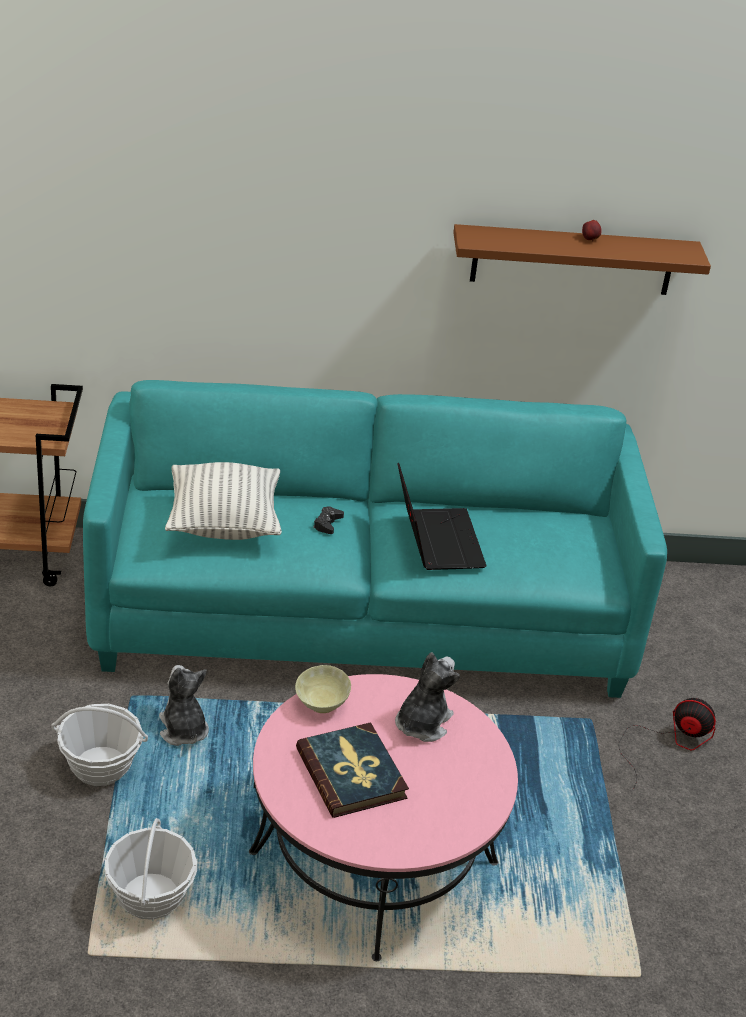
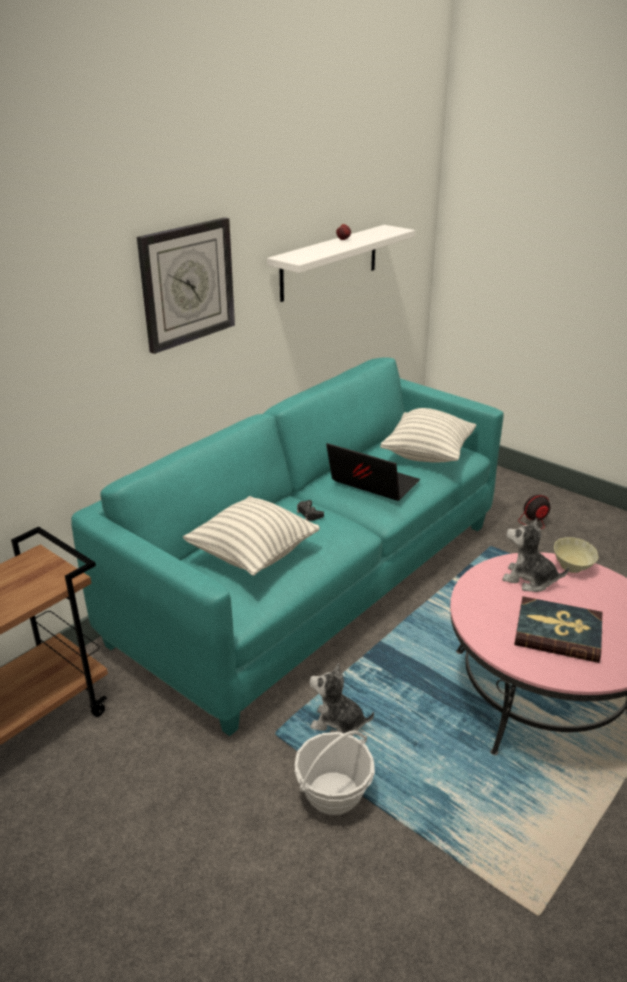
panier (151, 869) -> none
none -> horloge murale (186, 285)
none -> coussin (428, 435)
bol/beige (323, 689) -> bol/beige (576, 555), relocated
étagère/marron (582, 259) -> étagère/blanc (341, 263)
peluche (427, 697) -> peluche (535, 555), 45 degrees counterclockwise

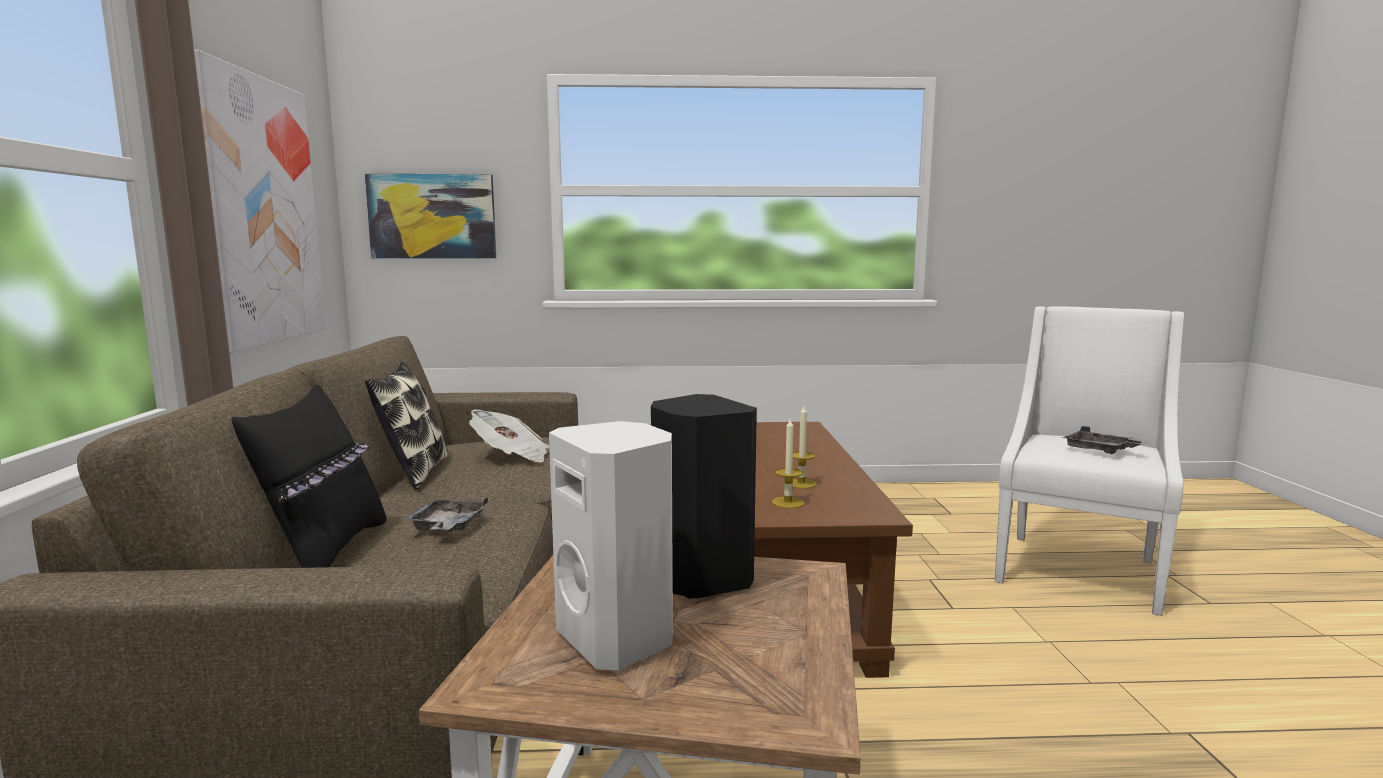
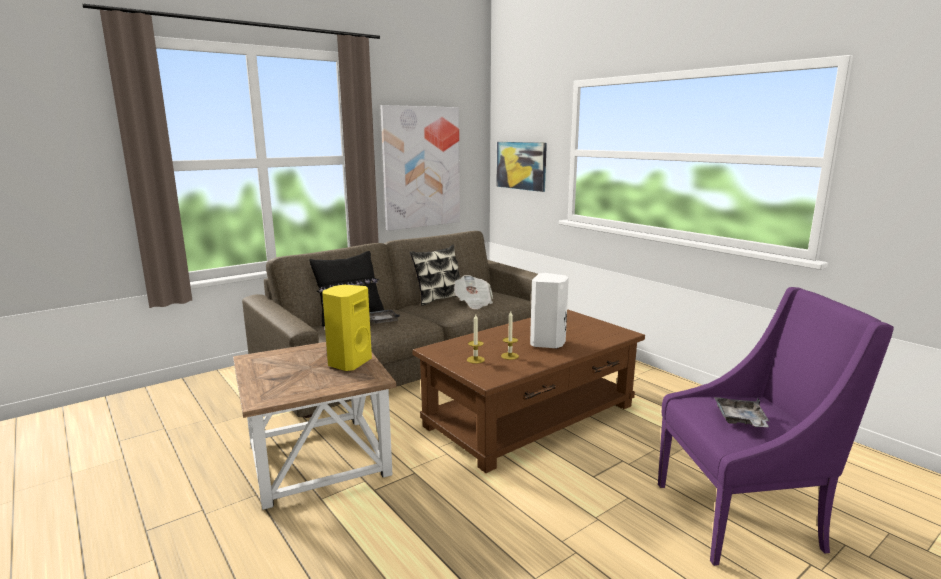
enceinte/blanc (611, 545) -> enceinte/blanc (549, 311), relocated
enceinte/noir (704, 496) -> enceinte/jaune (347, 328)
fauteuil/blanc (1089, 461) -> fauteuil/violet (776, 426)

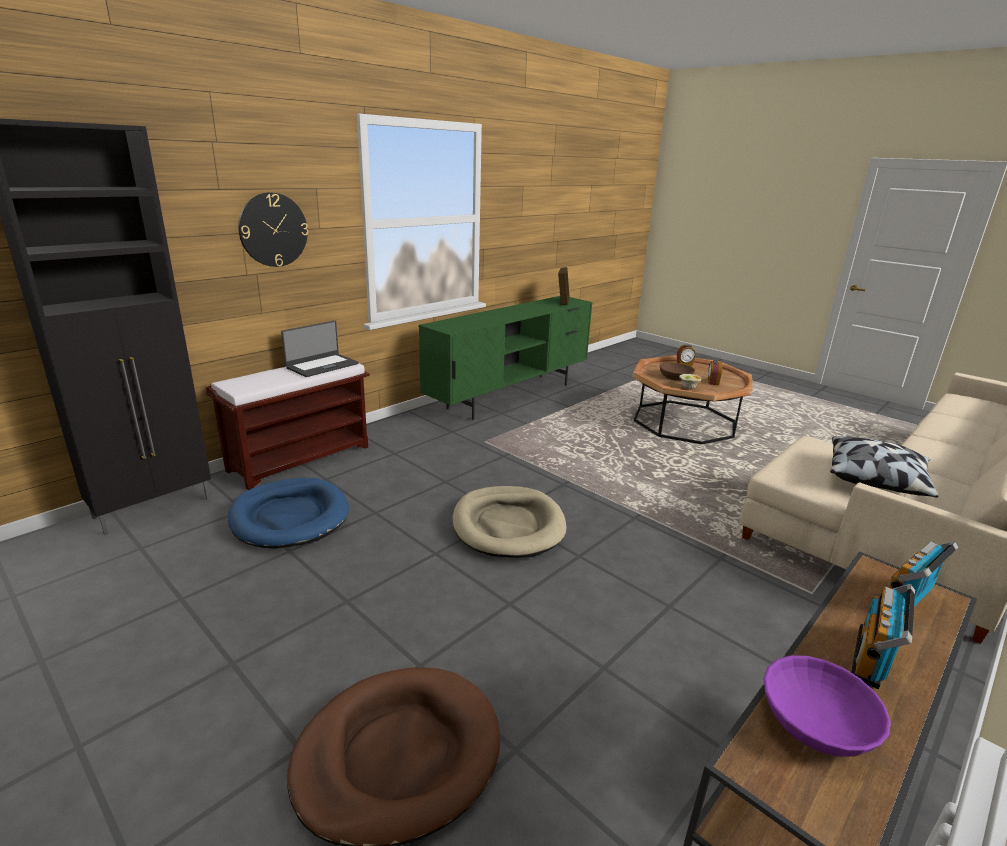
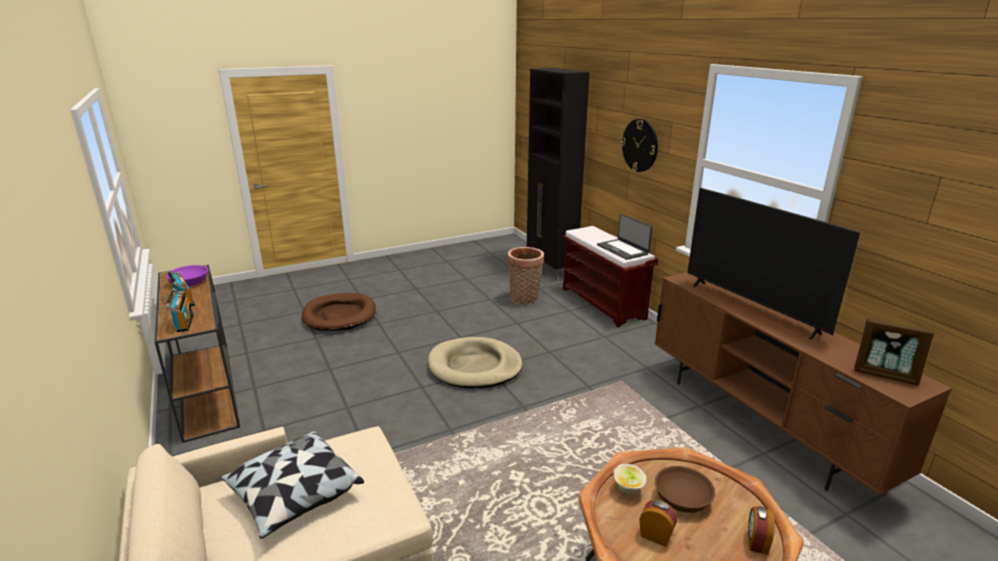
none -> téléviseur (773, 263)
panier pour chien/bleu (288, 513) -> panier (525, 276)
meuble télé/vert (506, 358) -> meuble télé/marron (803, 383)

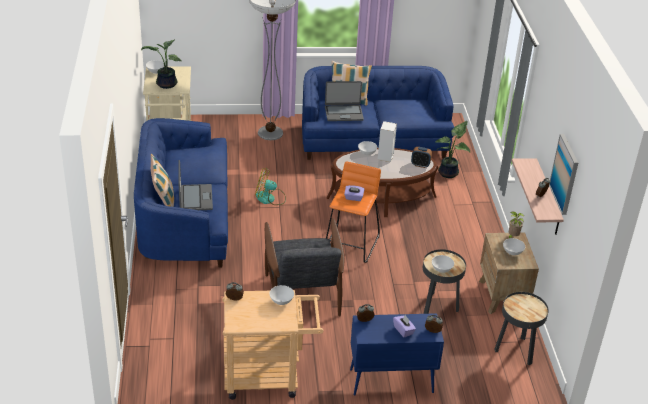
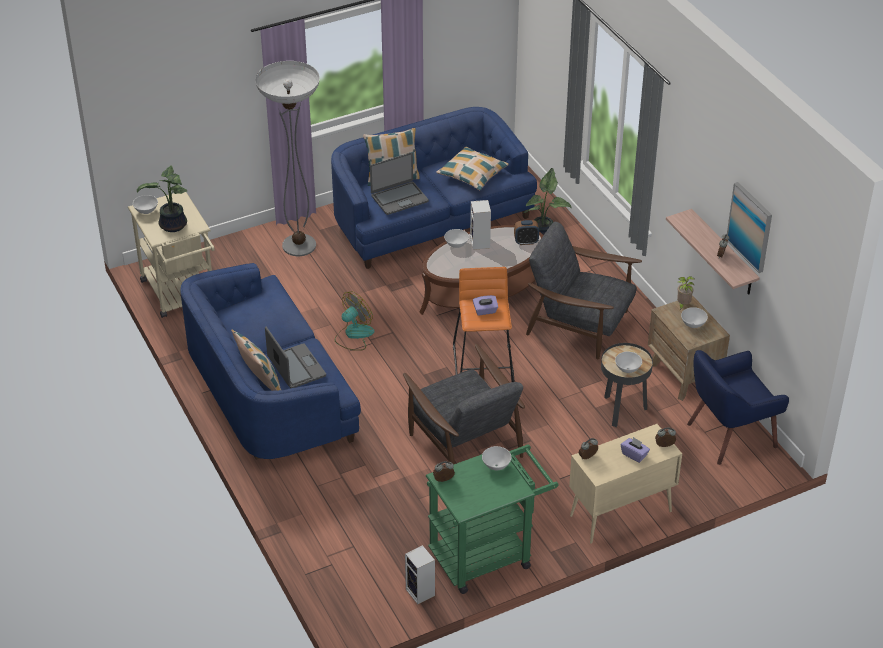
none -> enceinte (420, 574)
none -> coussin (472, 169)
none -> fauteuil/gris (584, 290)
table d'appoint/noir (521, 328) -> fauteuil/bleu (738, 407)
chariot/beige (273, 345) -> chariot/vert (492, 519)
meuble de rangement/bleu (397, 354) -> meuble de rangement/beige (625, 484)
ventilateur (270, 186) -> ventilateur (354, 321), 150 degrees clockwise

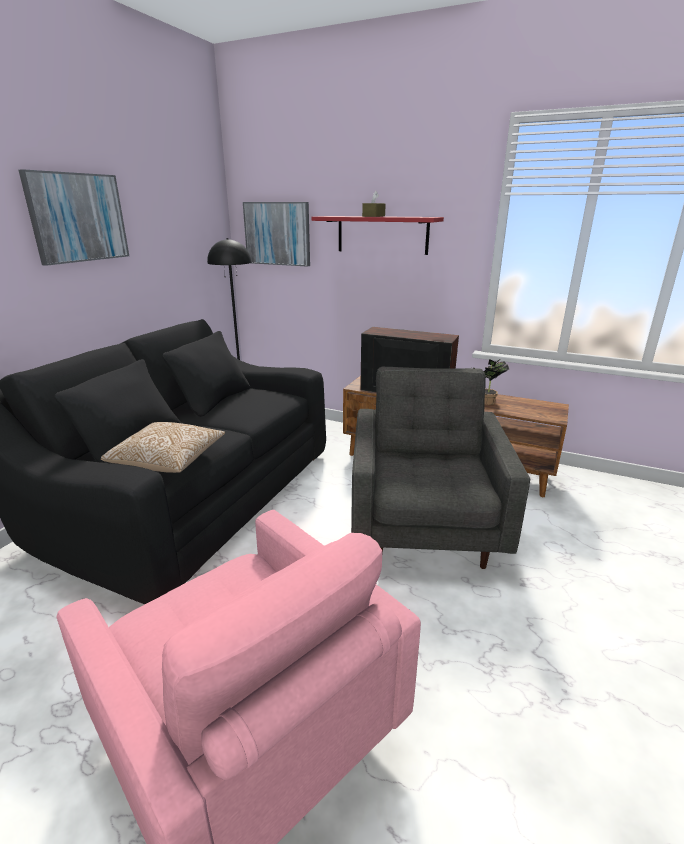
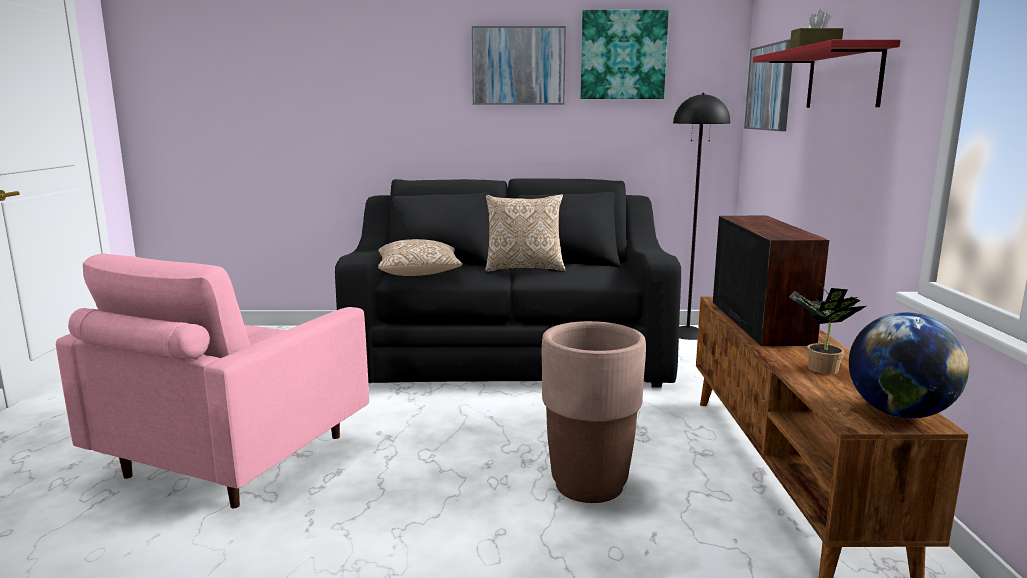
none -> coussin (525, 233)
none -> tableau (624, 54)
none -> globe (909, 365)
fauteuil/gris (440, 468) -> cache-pot/marron (593, 412)

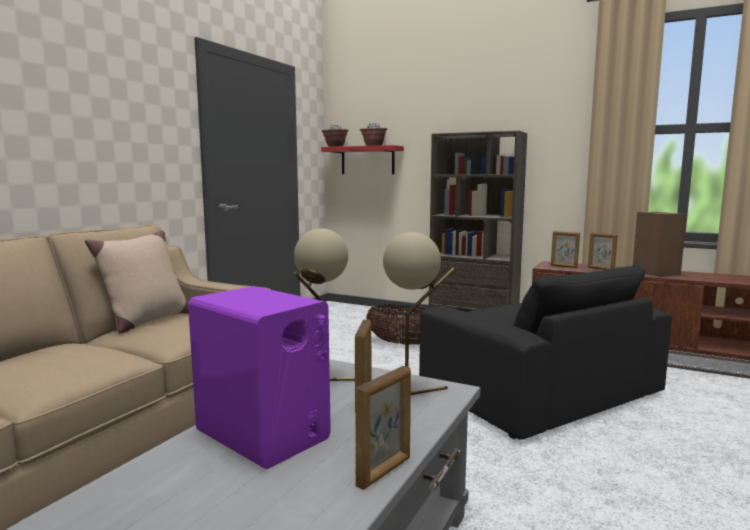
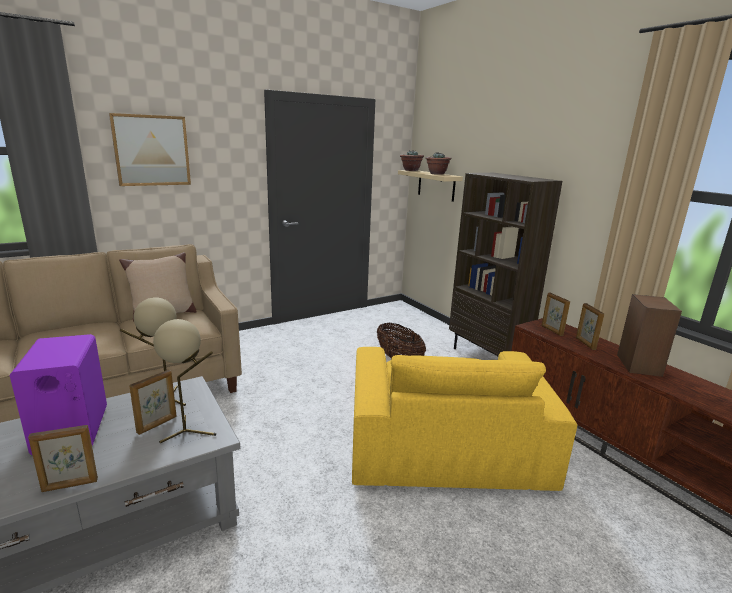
none -> tableau (150, 149)
étagère/rouge (362, 159) -> étagère/beige (430, 186)
fauteuil/noir (545, 352) -> fauteuil/jaune (464, 419)

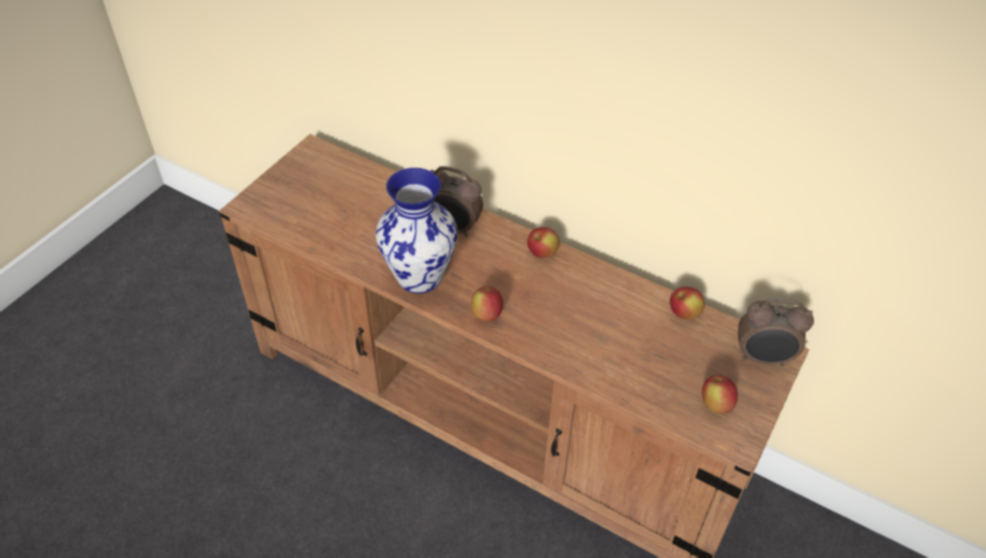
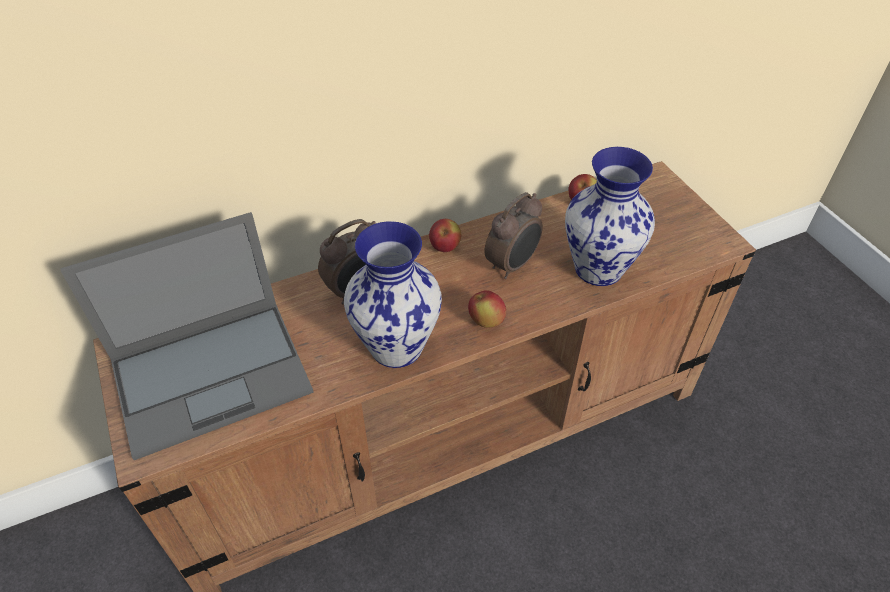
pomme (720, 394) -> none
none -> ordinateur portable (187, 336)
none -> vase (610, 216)
réveil (776, 332) -> réveil (513, 235), relocated

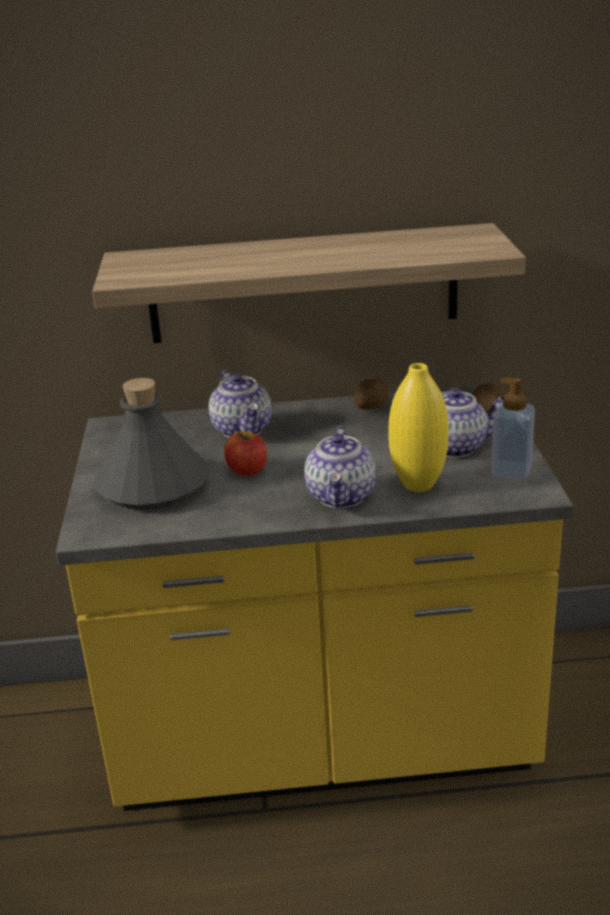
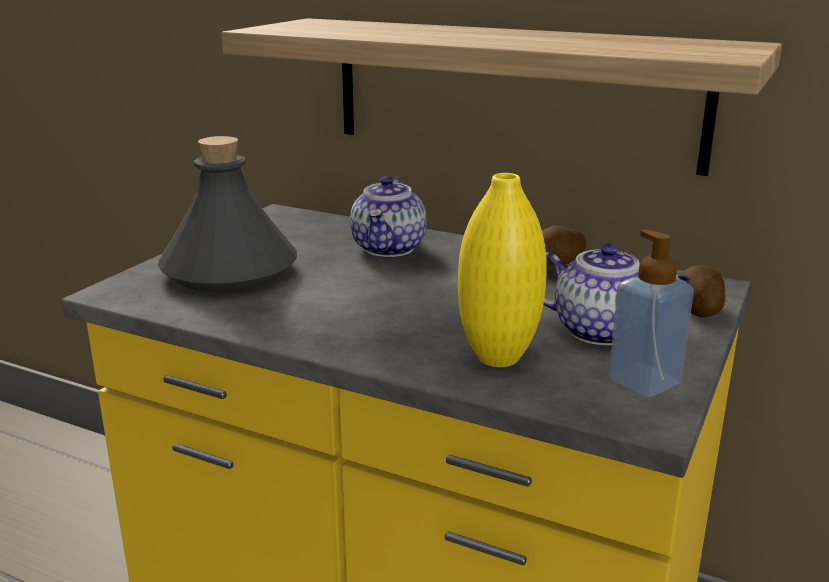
pomme (245, 453) -> none
théière (340, 467) -> none

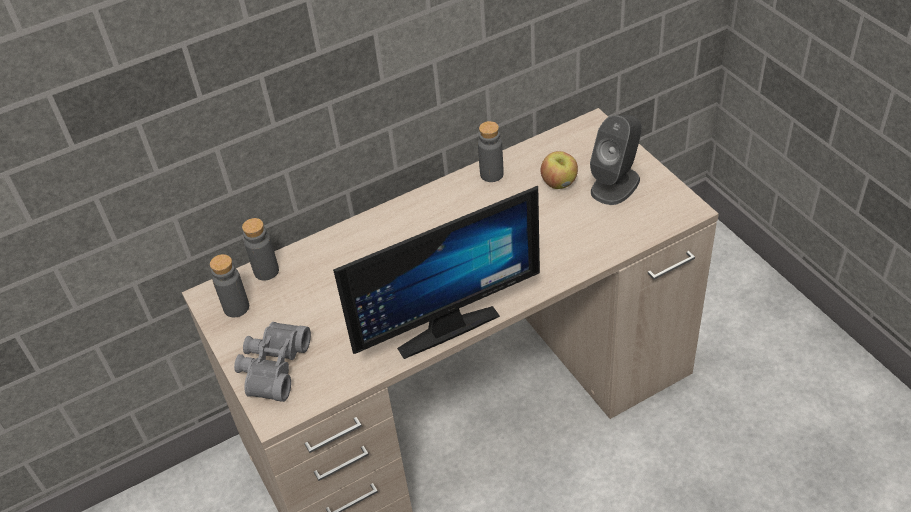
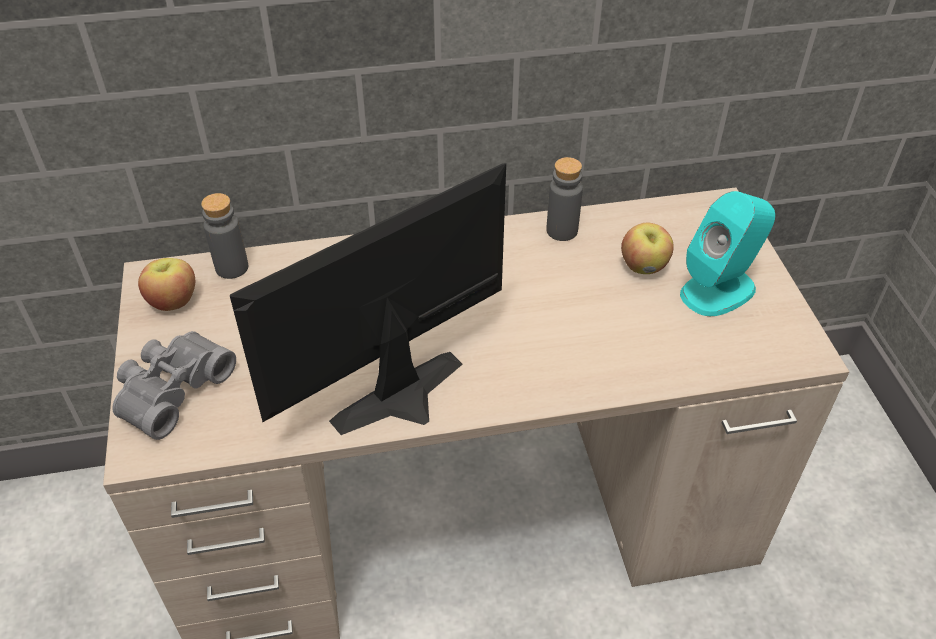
bouteille/gris (229, 286) -> pomme (166, 284)
enceinte/gris (616, 160) -> enceinte/turquoise (727, 253)
écran d'ordinateur (436, 272) -> écran d'ordinateur (368, 299), 150 degrees clockwise

